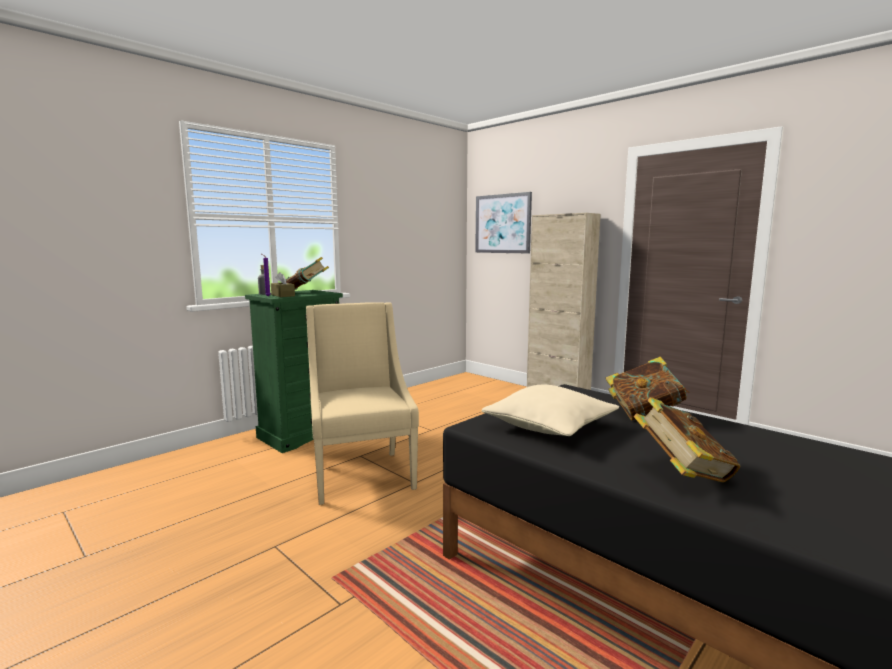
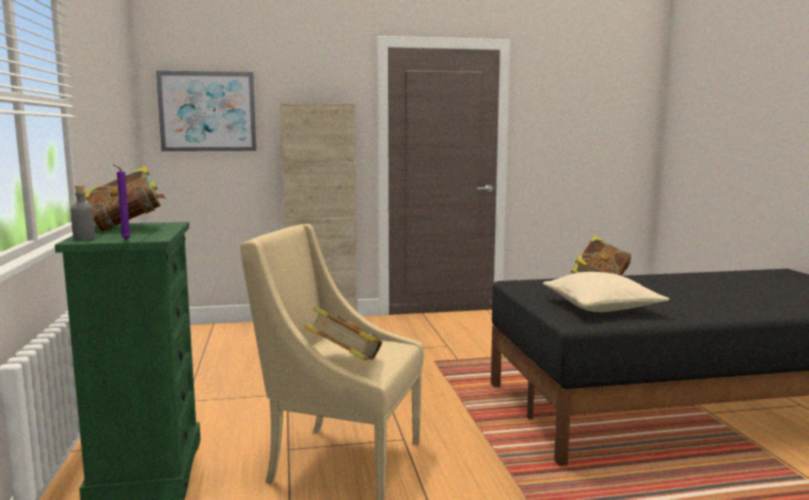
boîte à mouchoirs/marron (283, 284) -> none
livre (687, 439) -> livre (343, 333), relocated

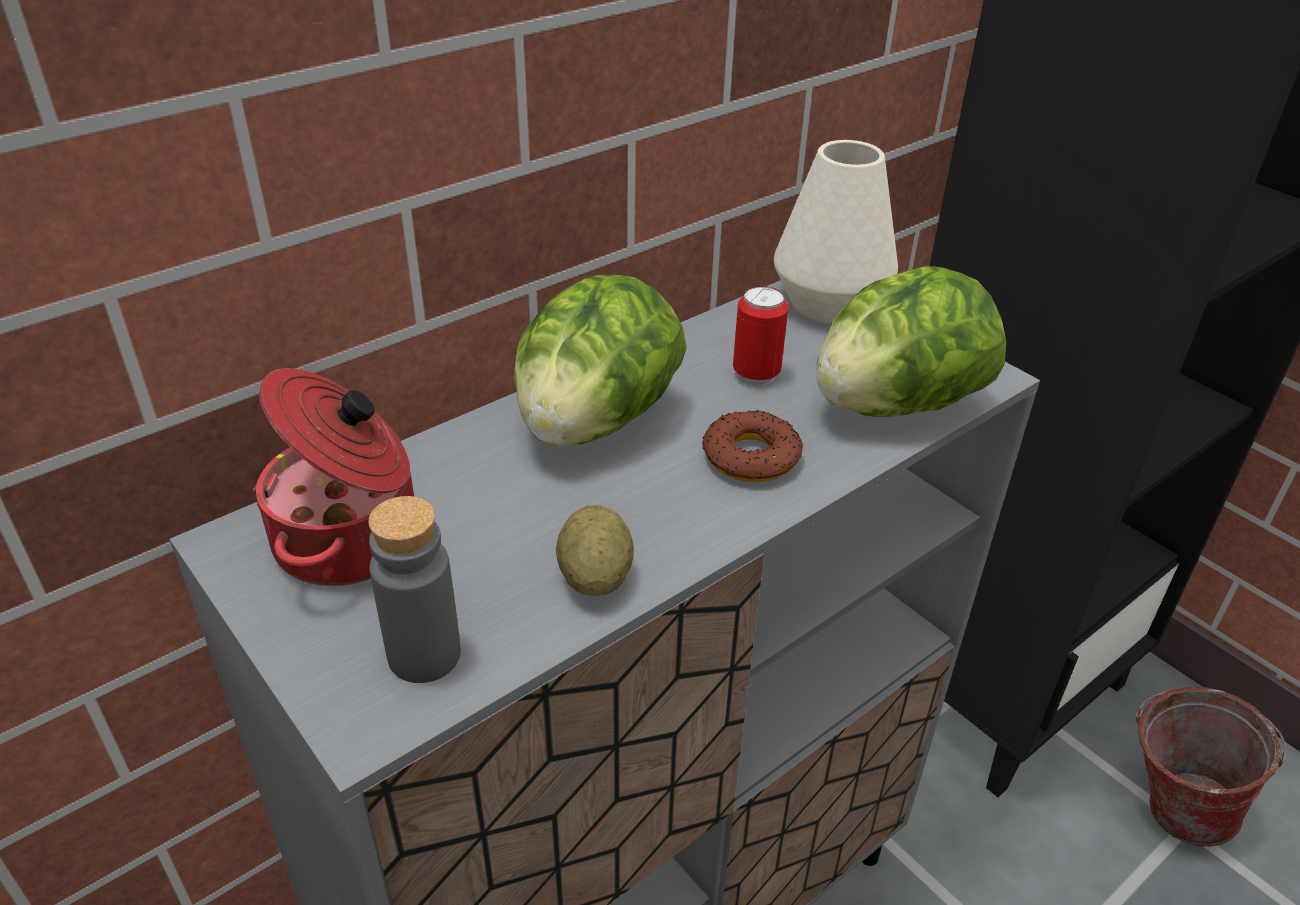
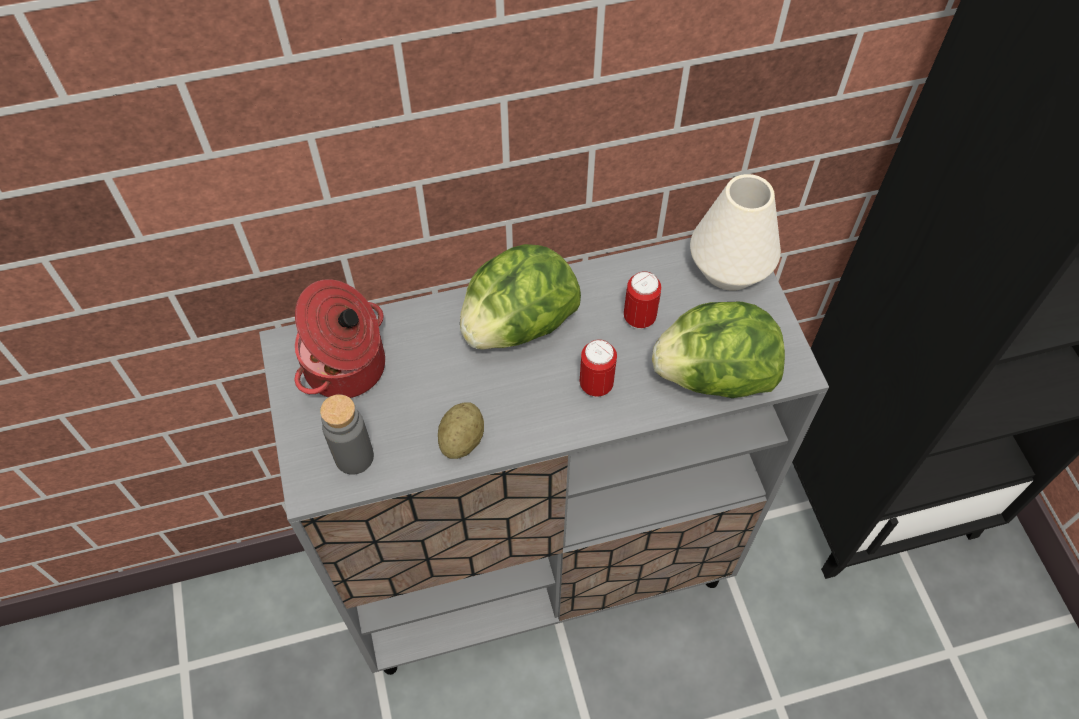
seau (1211, 767) -> none
beignet (752, 446) -> boîte métallique (598, 368)

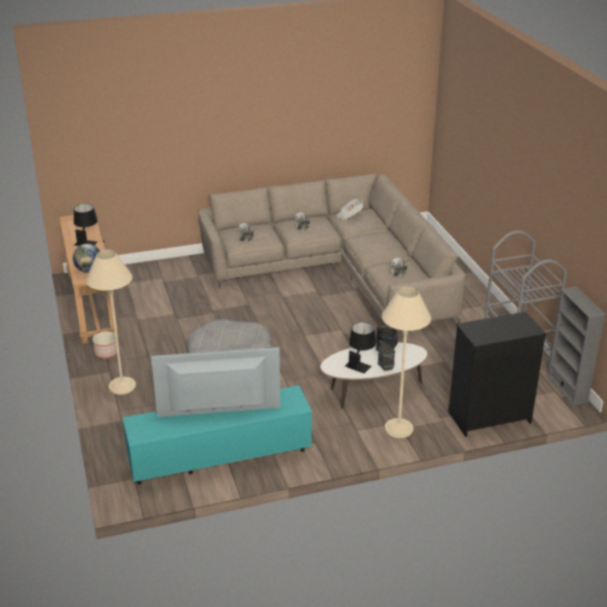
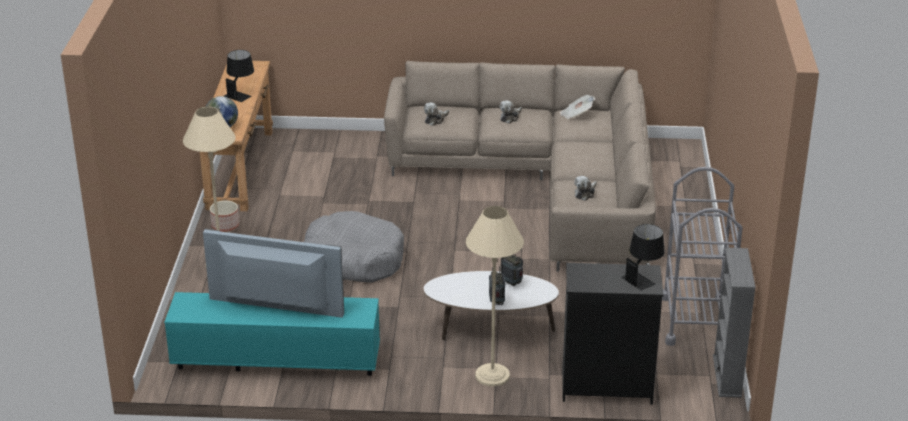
lampe de table/noir (360, 348) -> lampe de table/noir (643, 257), relocated

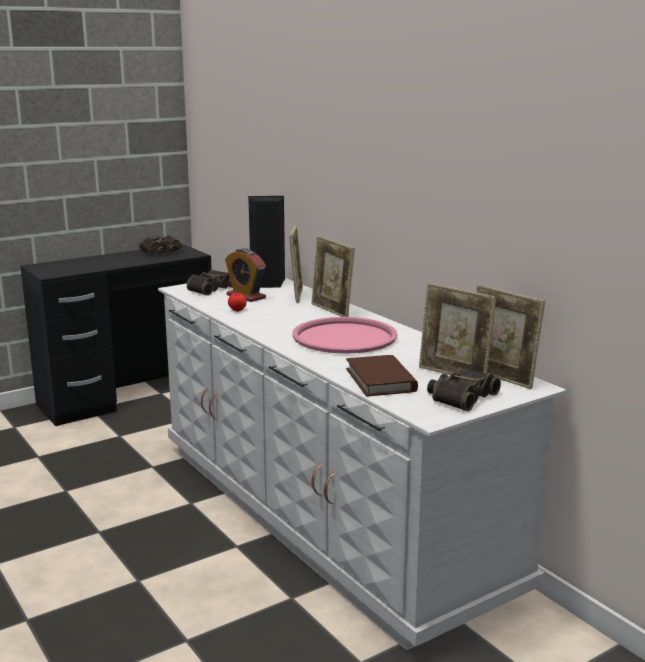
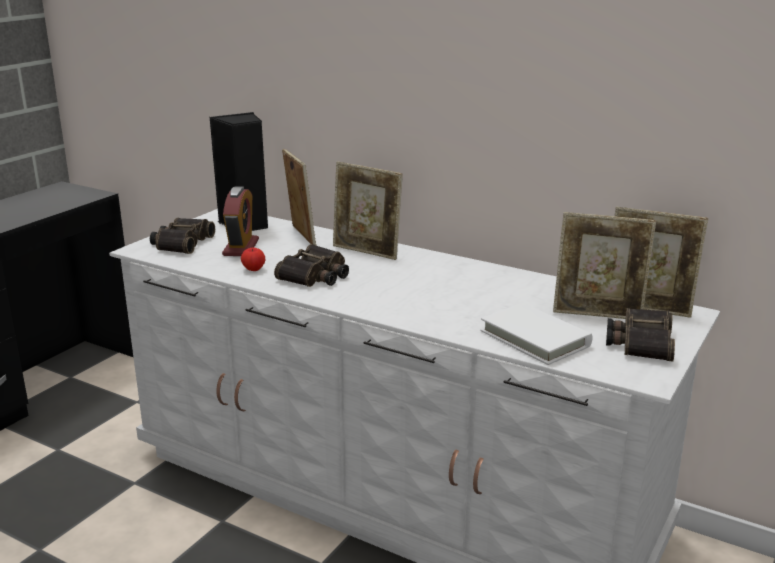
plateau/rose (344, 335) -> none
jumelles (161, 245) -> jumelles (311, 265), relocated
livre/marron (382, 376) -> livre/blanc (536, 334)
réveil (245, 275) -> réveil (240, 221), 105 degrees counterclockwise

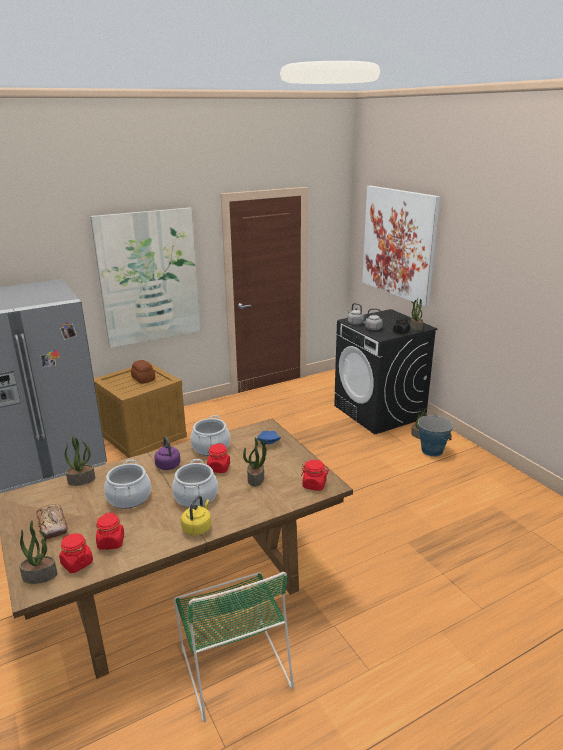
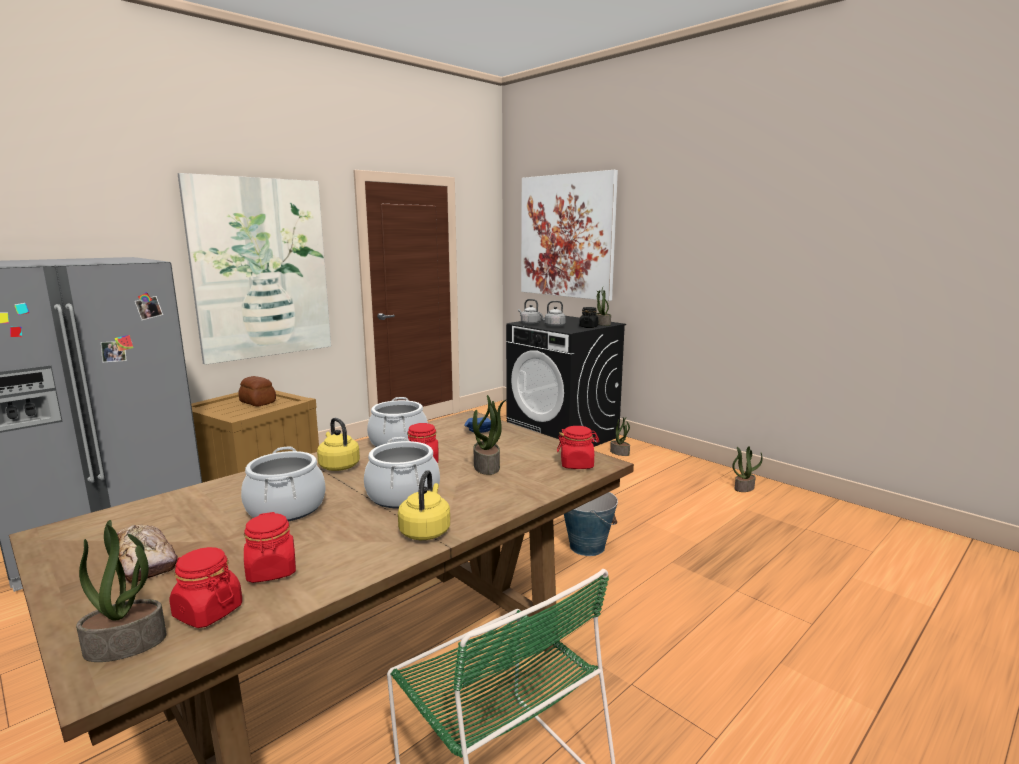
plante en pot (80, 461) -> plante en pot (747, 469), relocated
seau (435, 435) -> seau (591, 524), relocated
bouilloire/violet (167, 453) -> bouilloire/jaune (338, 444)

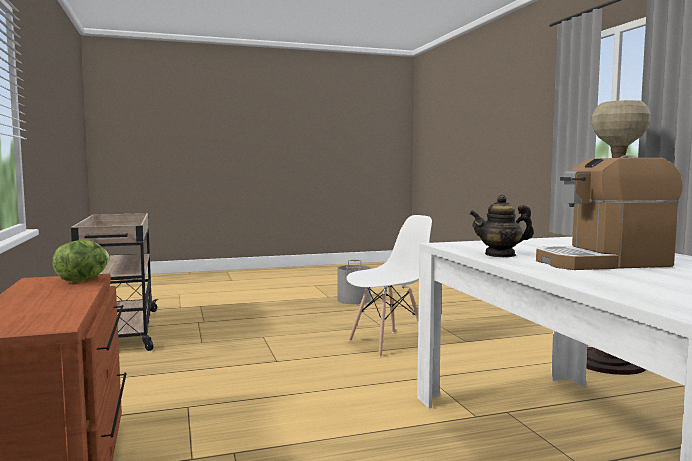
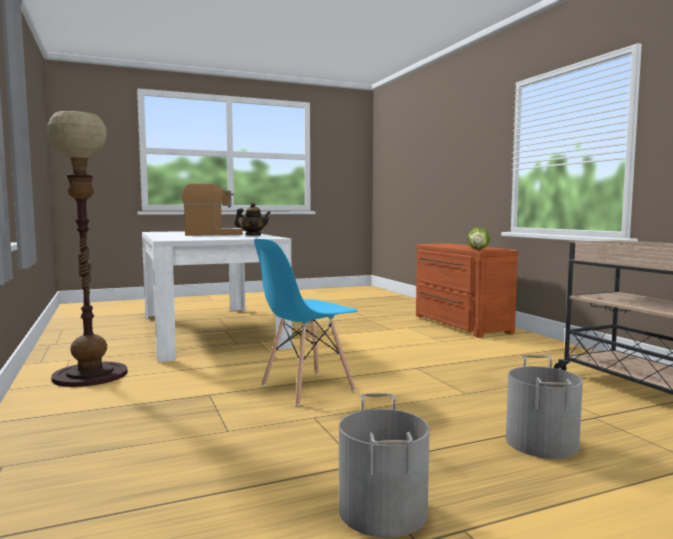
none -> seau/gris (544, 407)
chaise/blanc (389, 286) -> chaise/bleu (306, 322)

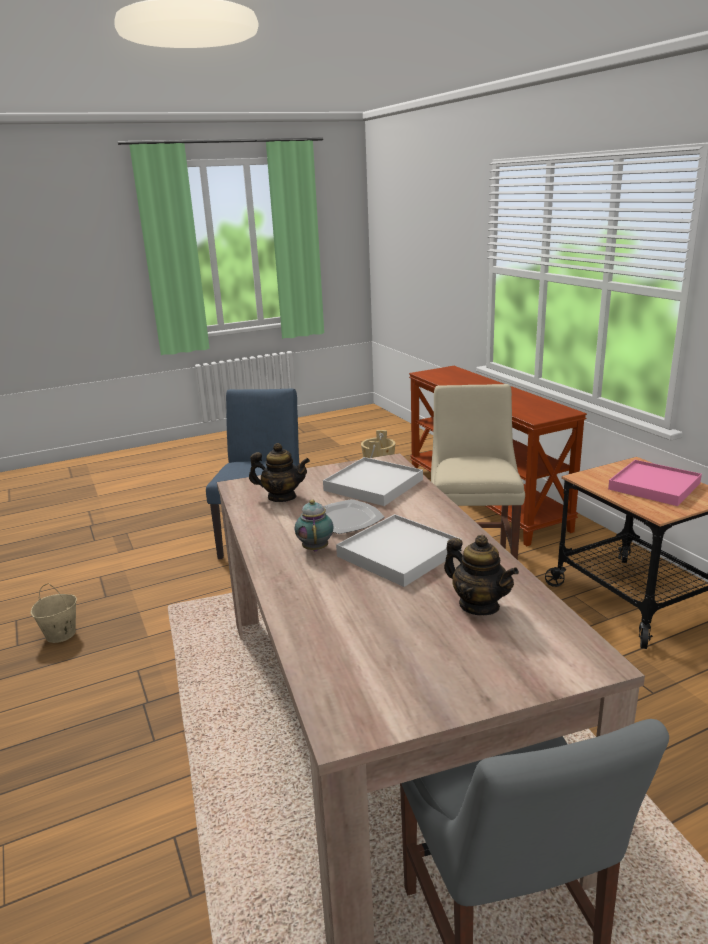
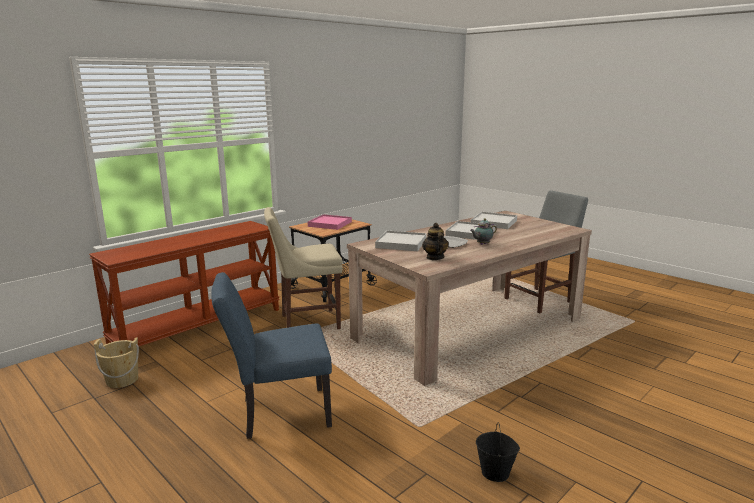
théière (481, 575) -> plateau/blanc (494, 220)
seau/beige (54, 613) -> seau/noir (498, 452)

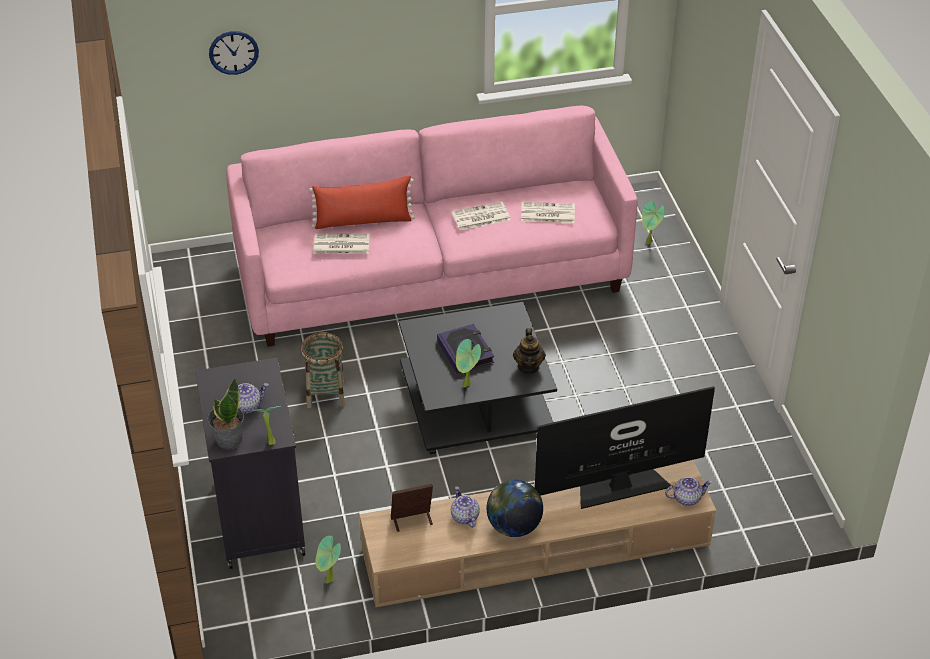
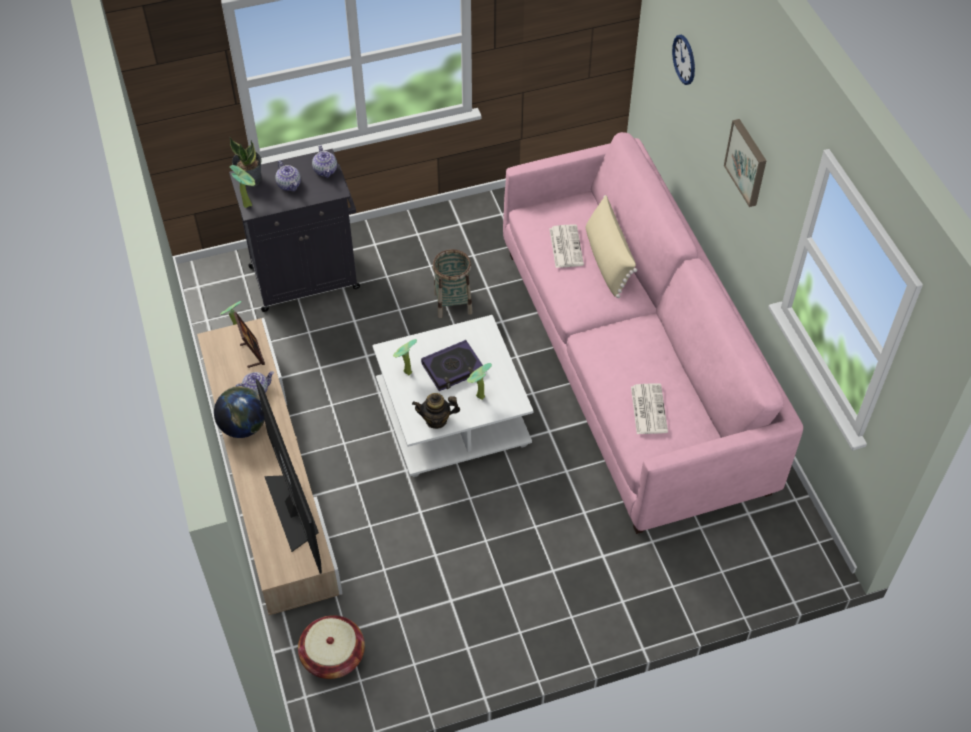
journal (481, 216) -> none
none -> panier (331, 647)
none -> tableau (745, 163)
plante en pot (653, 223) -> plante en pot (479, 381), relocated
théière (688, 491) -> théière (324, 161), relocated
coussin/rouge (362, 202) -> coussin/beige (611, 246)
table basse/noir (478, 378) -> table basse/blanc (453, 396)

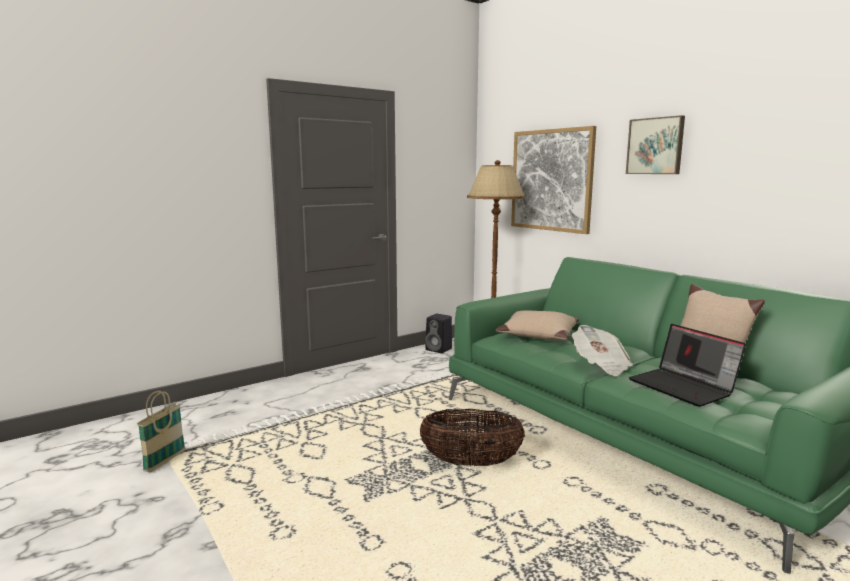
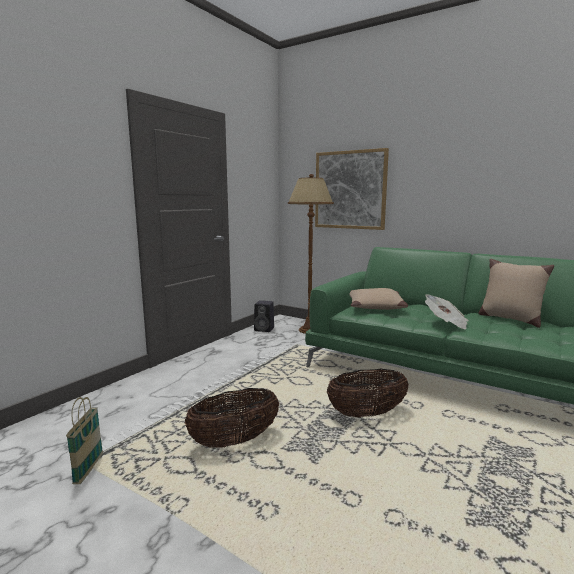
tableau (655, 144) -> none
ordinateur portable (687, 365) -> none
none -> panier (232, 418)

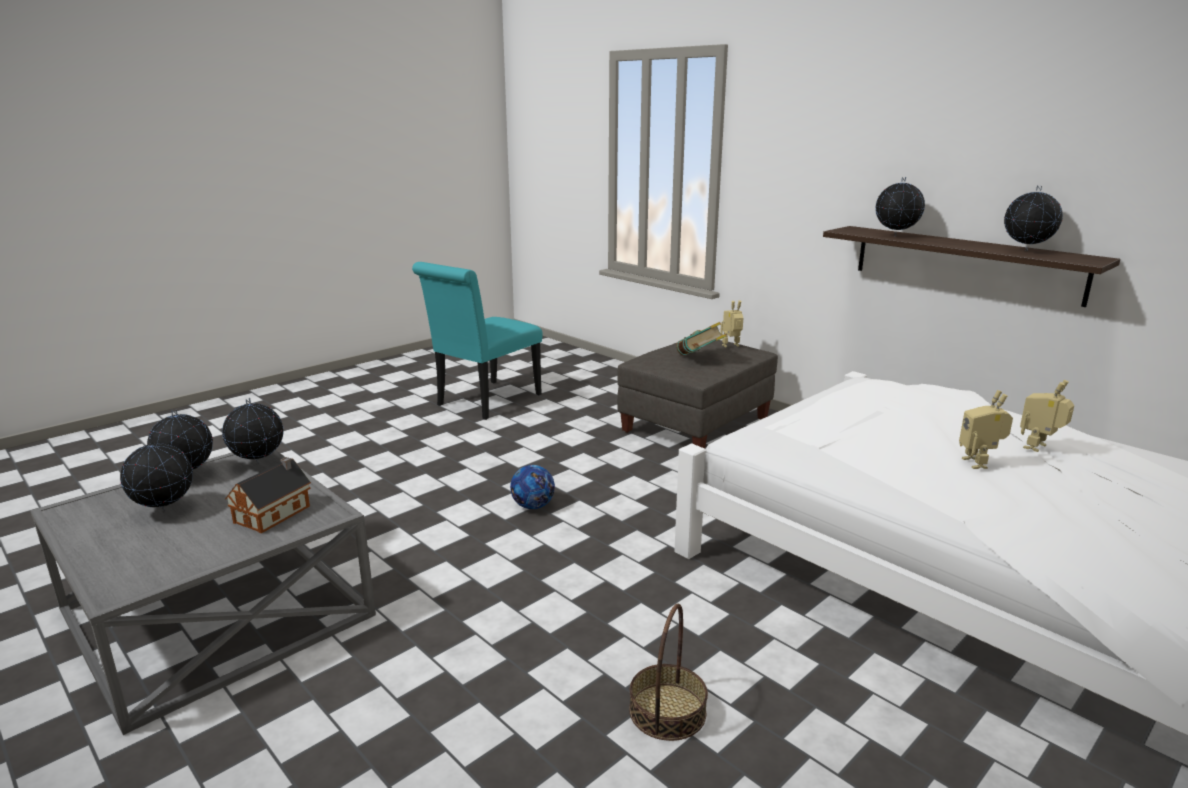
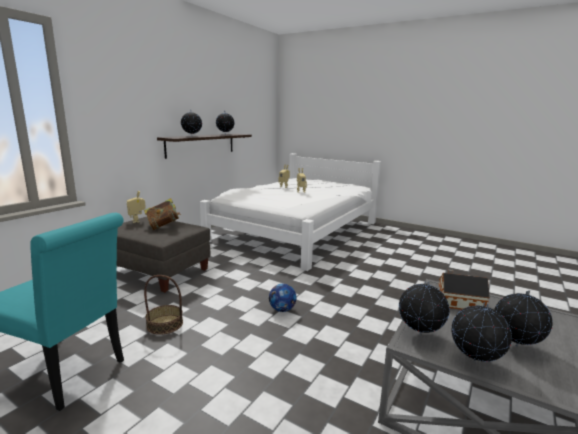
panier (668, 672) -> panier (163, 305), relocated

